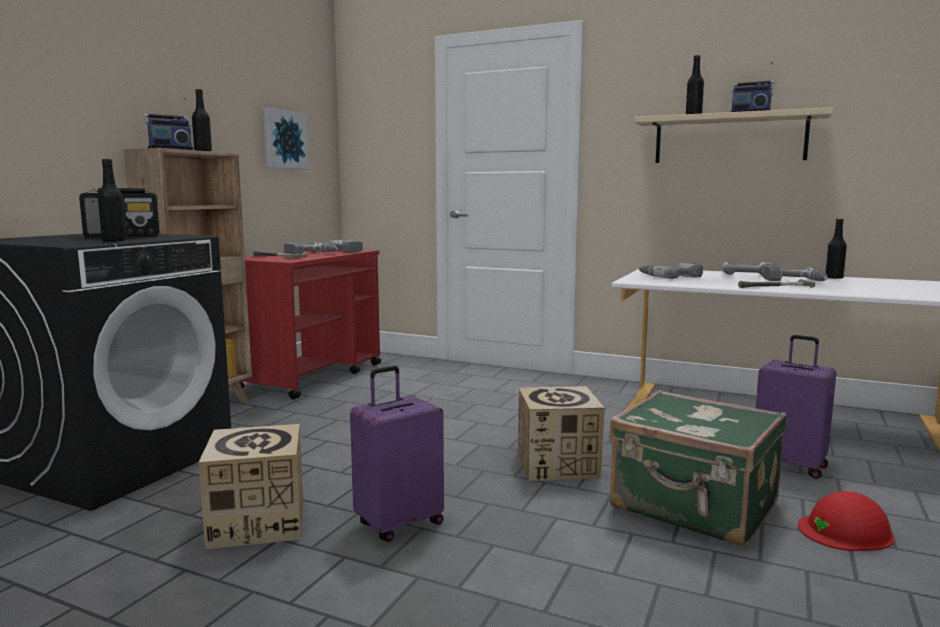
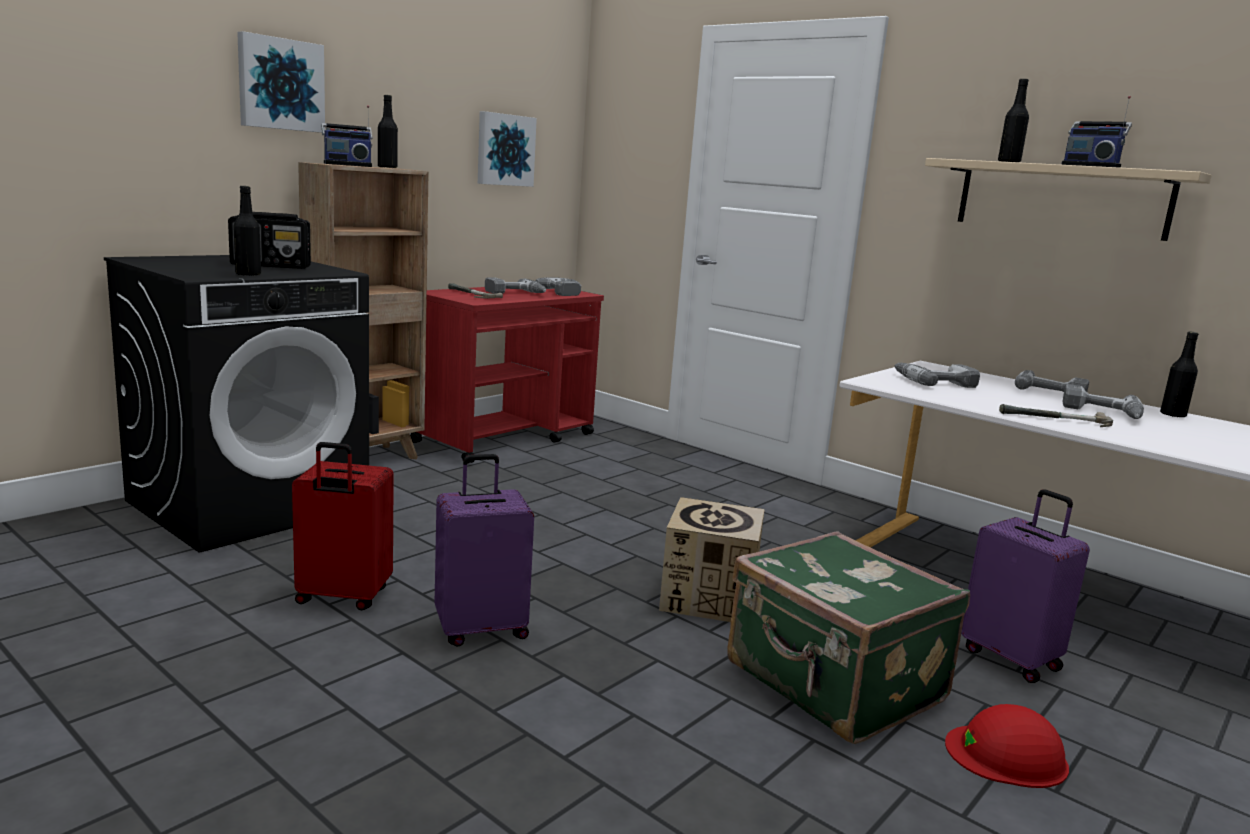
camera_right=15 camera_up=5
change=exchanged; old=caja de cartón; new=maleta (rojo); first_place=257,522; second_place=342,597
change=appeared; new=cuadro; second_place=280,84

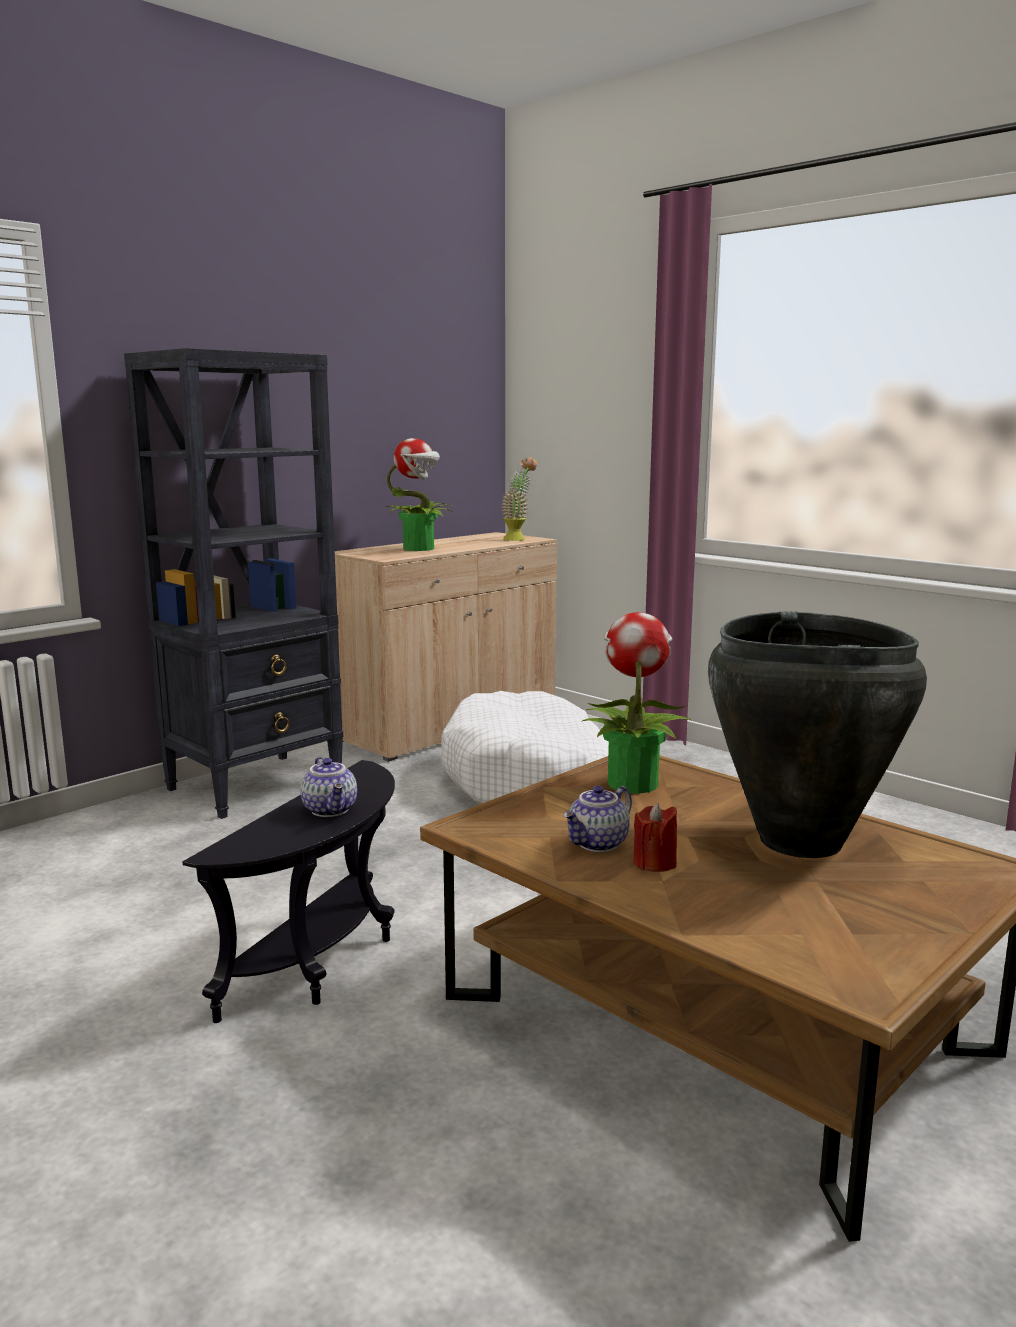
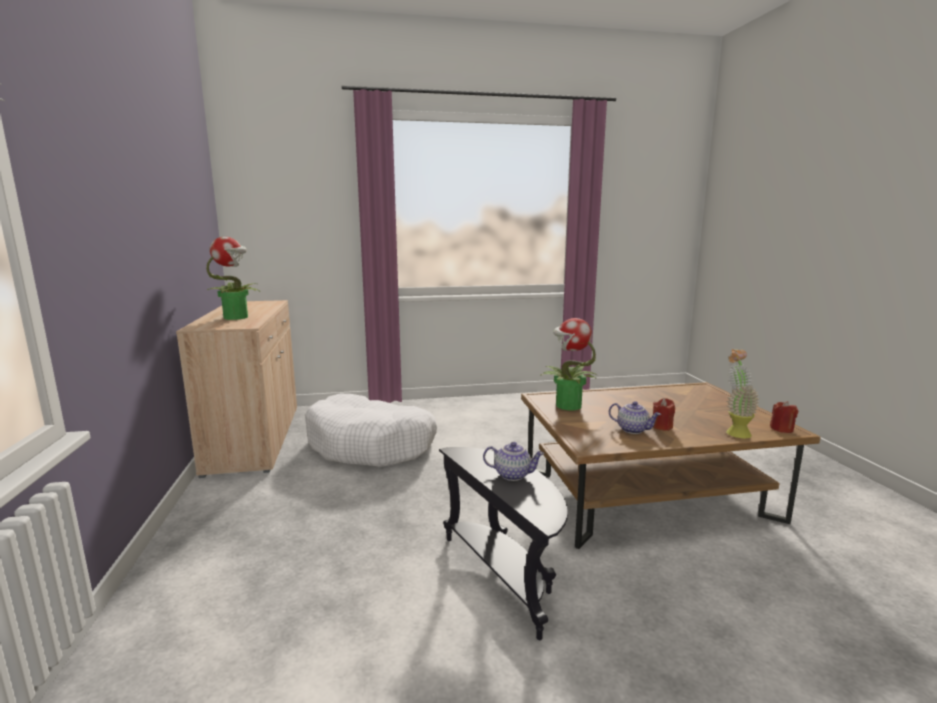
camera_right=-55 camera_up=0
change=missing; old=estantería (negro); first_place=257,785
change=relocated; old=planta en maceta; first_place=518,539; second_place=734,431
change=missing; old=florero (negro); first_place=799,841
change=spun; old=tetera; first_place=598,844; second_place=633,430; degrees=-45
change=appeared; new=vela (rojo); second_place=781,429

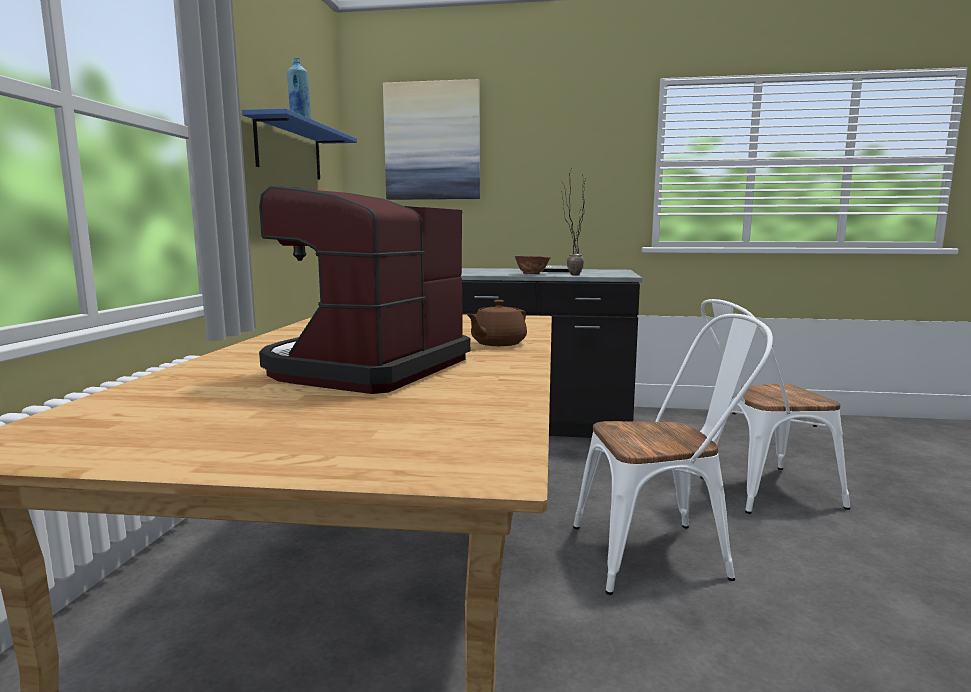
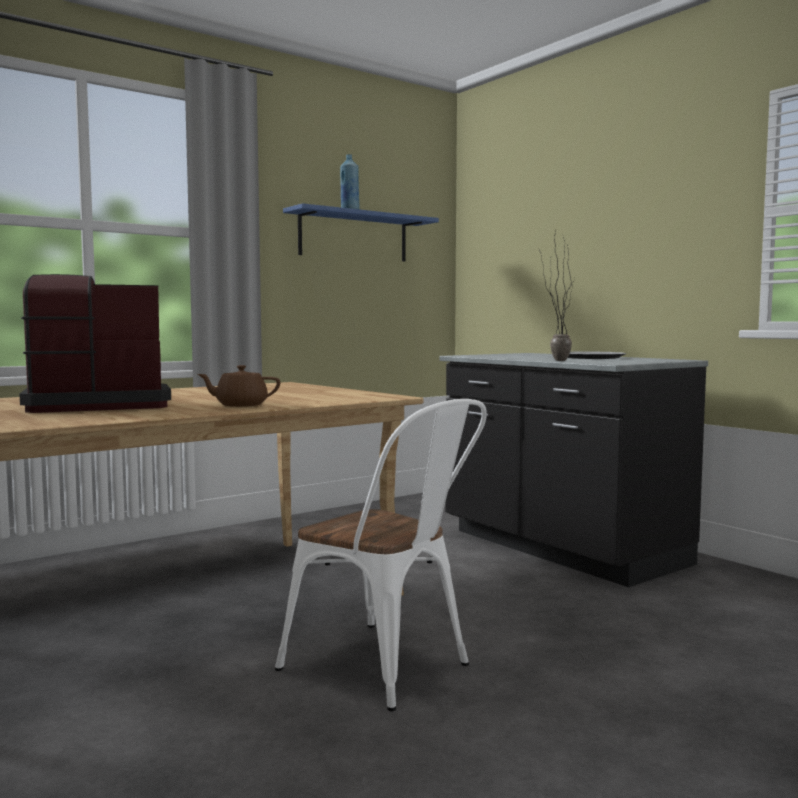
camera_right=45 camera_up=-5
change=missing; old=cuadro; first_place=432,141
change=missing; old=cuenco; first_place=531,274
change=missing; old=silla (blanco); first_place=758,491

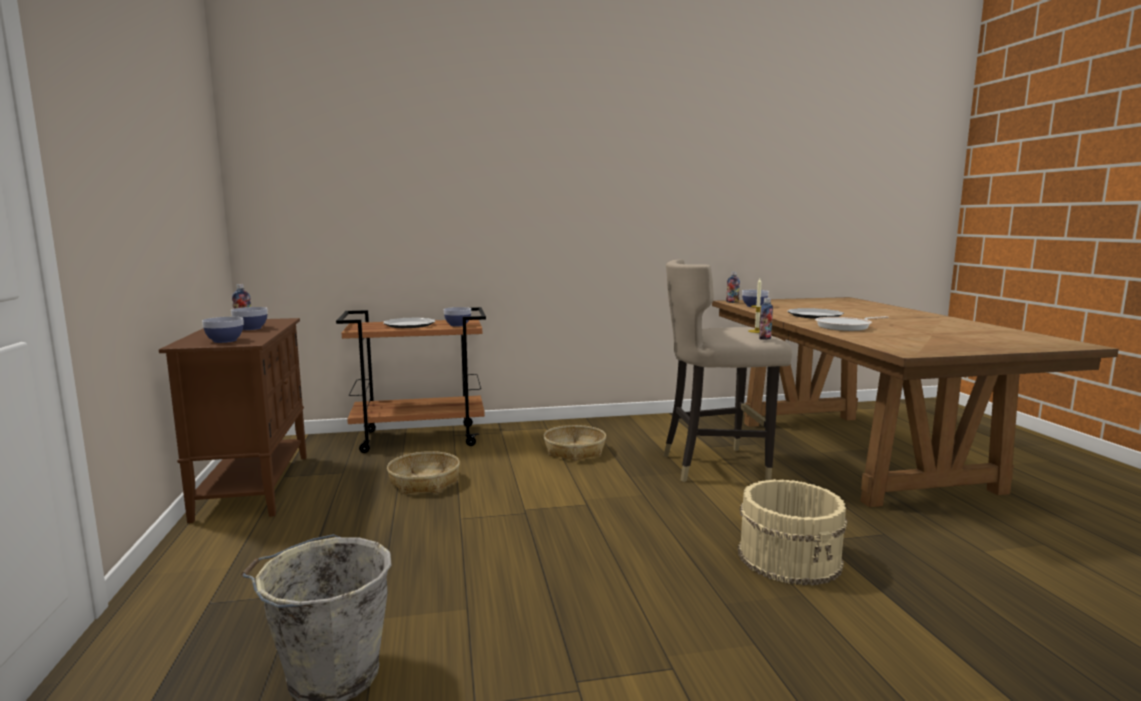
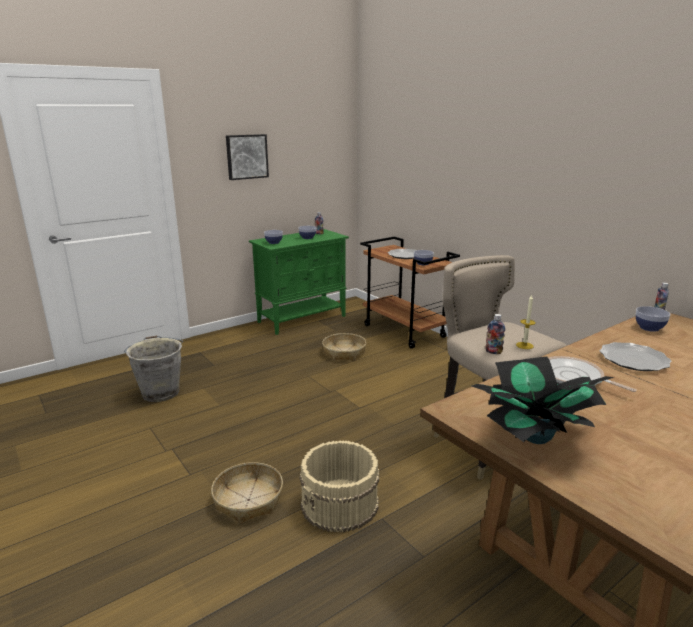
camera_right=65 camera_up=10
change=colour; old=armario (marrón); new=armario (verde); first_place=254,486; second_place=302,319
change=relocated; old=cesta; first_place=574,451; second_place=248,499
change=appeared; new=cuadro; second_place=246,156
change=appeared; new=planta en maceta; second_place=534,437

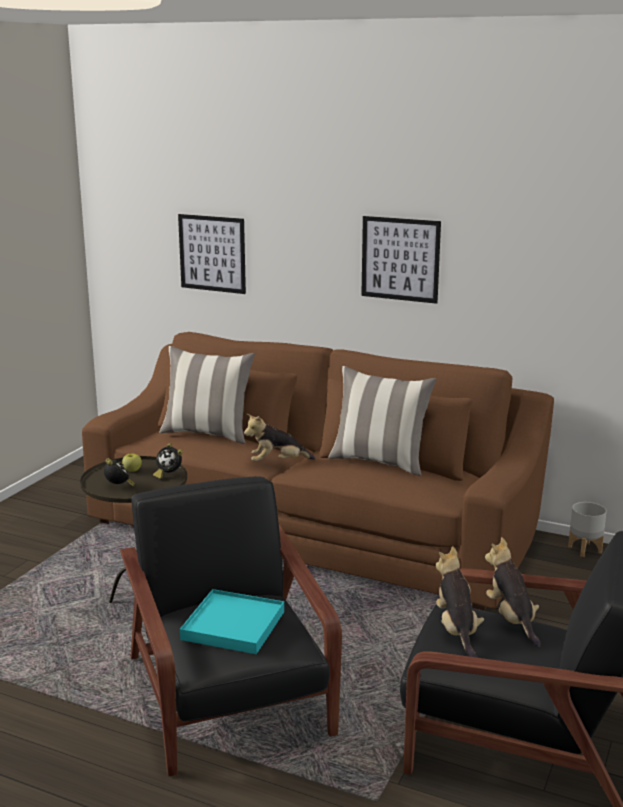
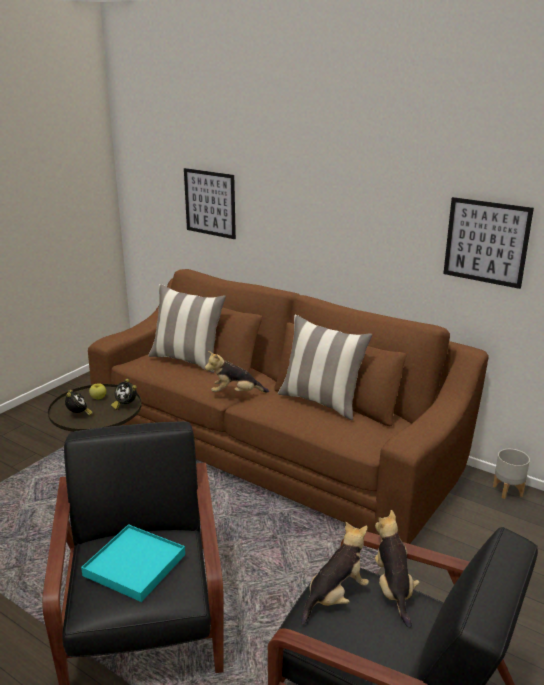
camera_right=10 camera_up=5
change=relocated; old=cuadro; first_place=400,259; second_place=486,242
change=spun; old=peluche; first_place=456,630; second_place=335,597; degrees=45

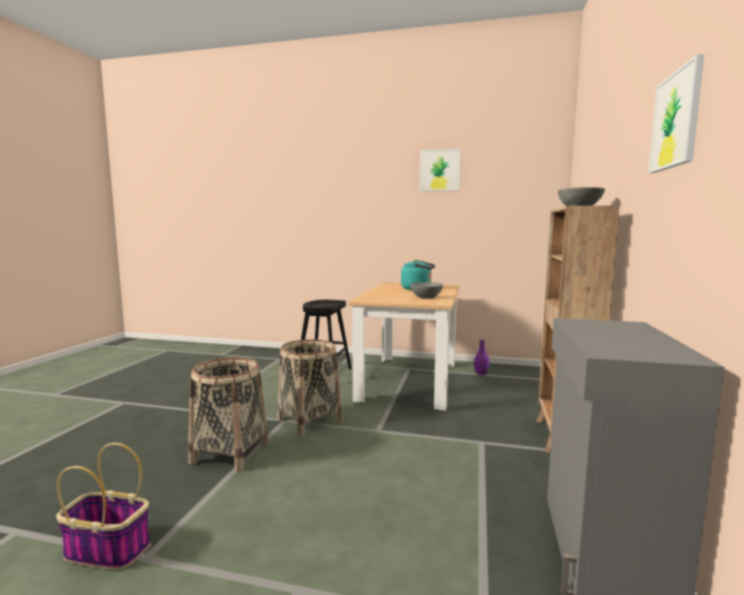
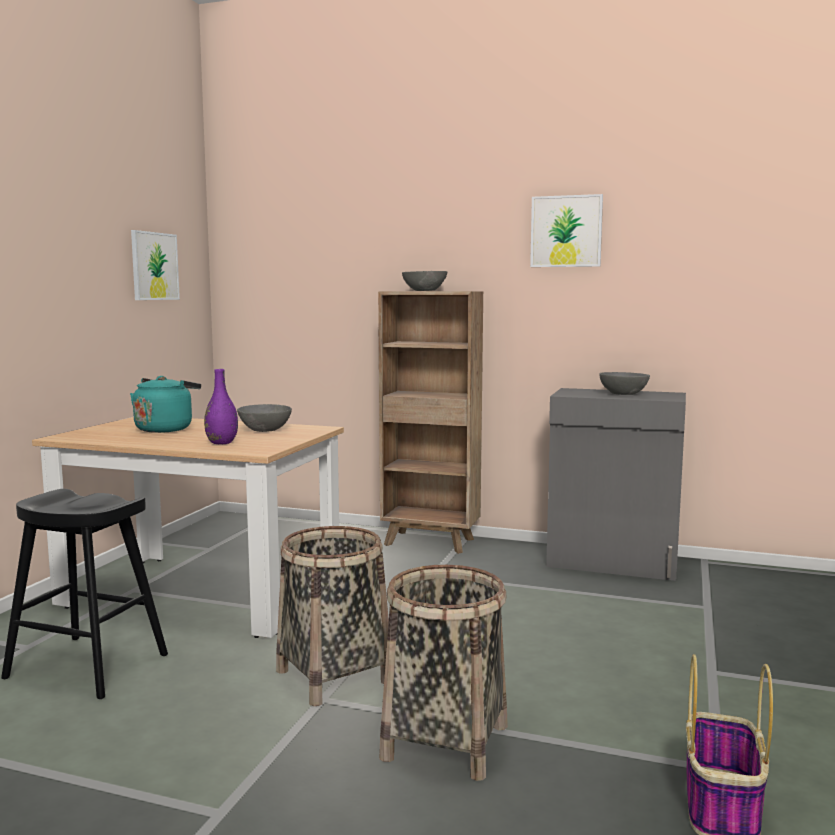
camera_right=-85 camera_up=0
change=relocated; old=cuadro; first_place=440,170; second_place=154,266
change=relocated; old=florero (morado); first_place=481,373; second_place=222,443
change=appeared; new=cuenco (gris); second_place=623,394

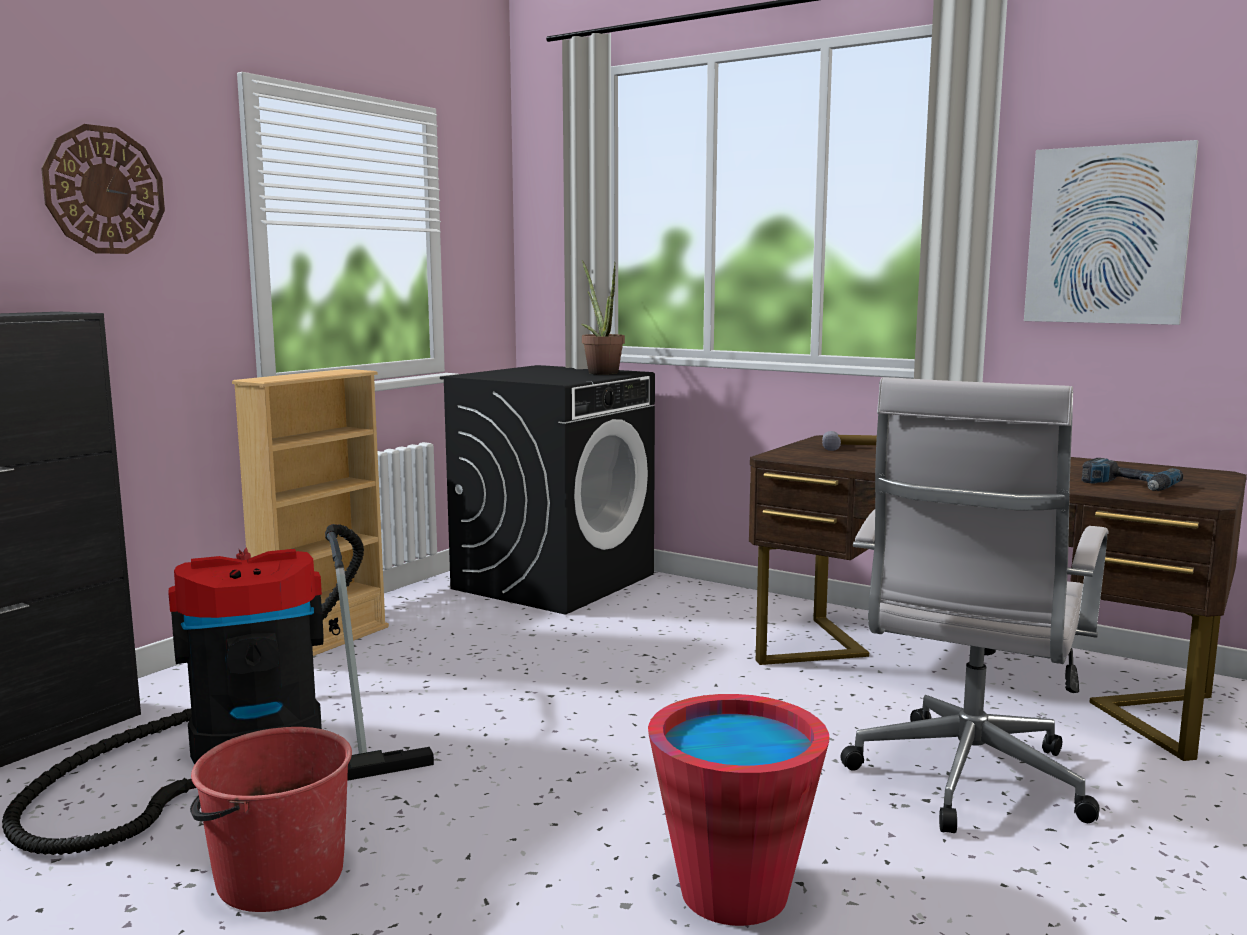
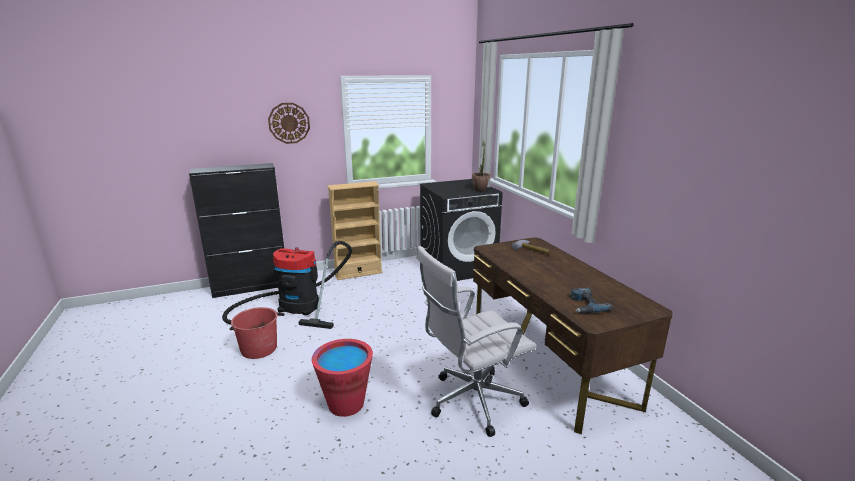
camera_right=35 camera_up=10
change=missing; old=cuadro; first_place=1107,235

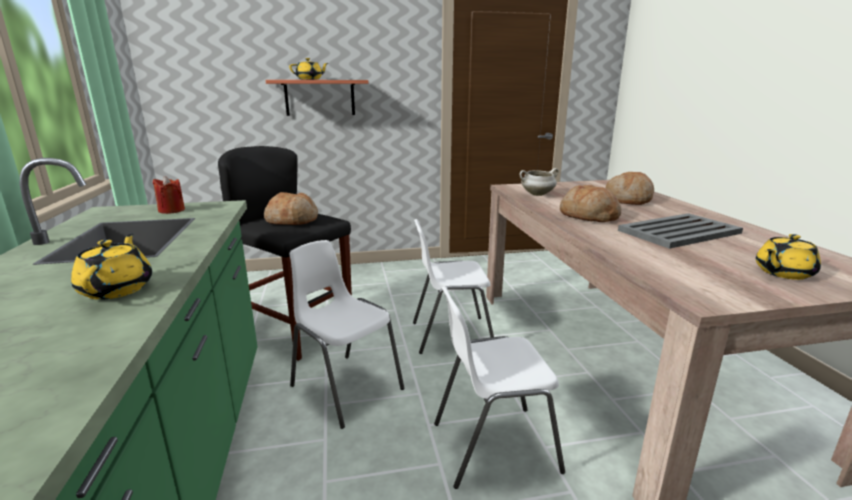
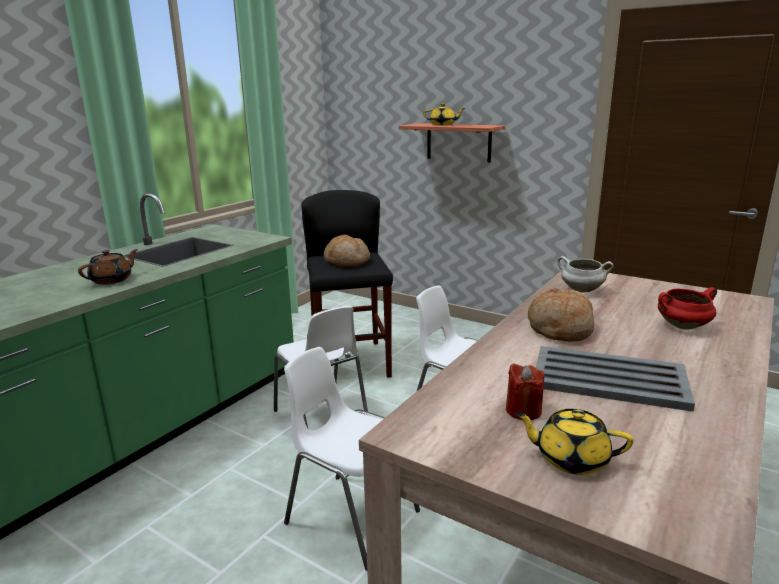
camera_right=45 camera_up=0
change=exchanged; old=pan; new=olla (rojo); first_place=628,200; second_place=682,327
change=relocated; old=vela (rojo); first_place=171,210; second_place=523,411
change=colour; old=tetera (amarillo); new=tetera (marrón); first_place=118,289; second_place=112,280
change=spun; old=silla (blanco); first_place=345,387; second_place=321,419; degrees=150

